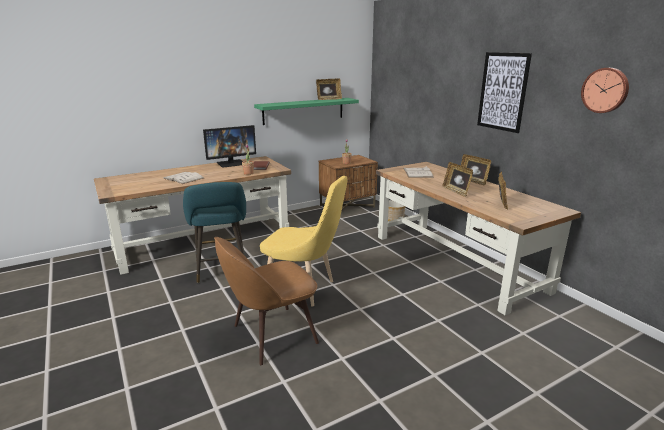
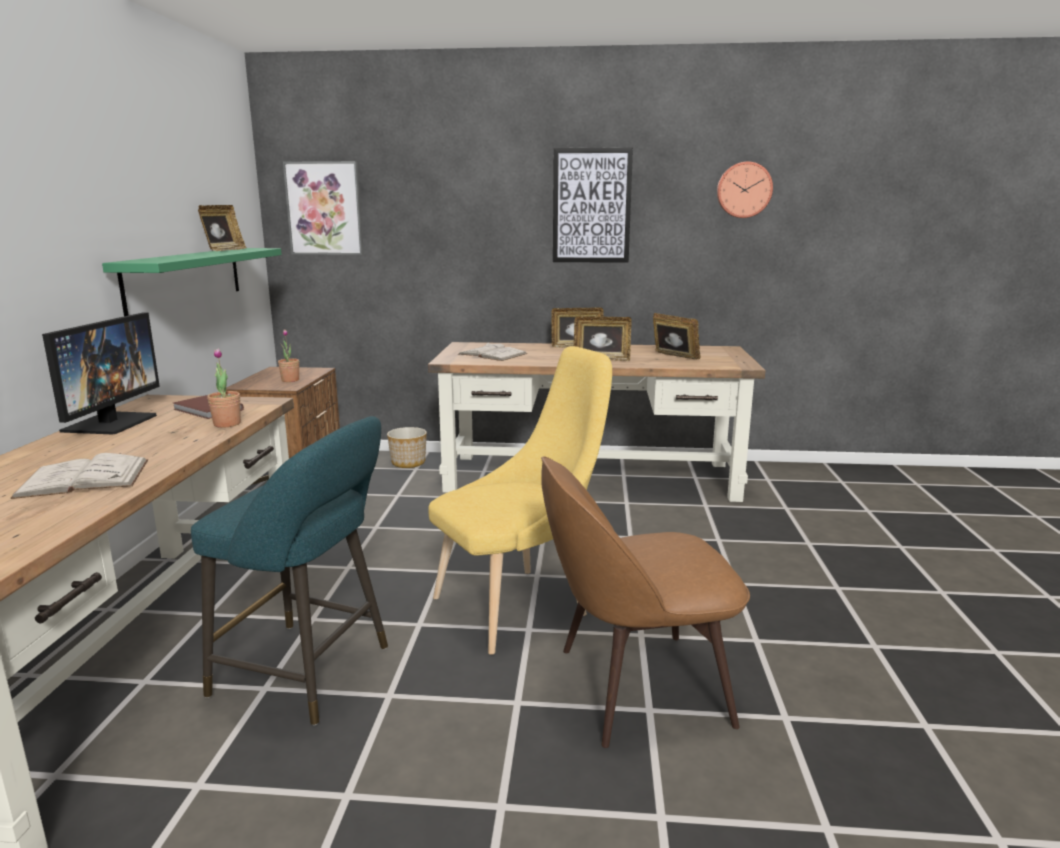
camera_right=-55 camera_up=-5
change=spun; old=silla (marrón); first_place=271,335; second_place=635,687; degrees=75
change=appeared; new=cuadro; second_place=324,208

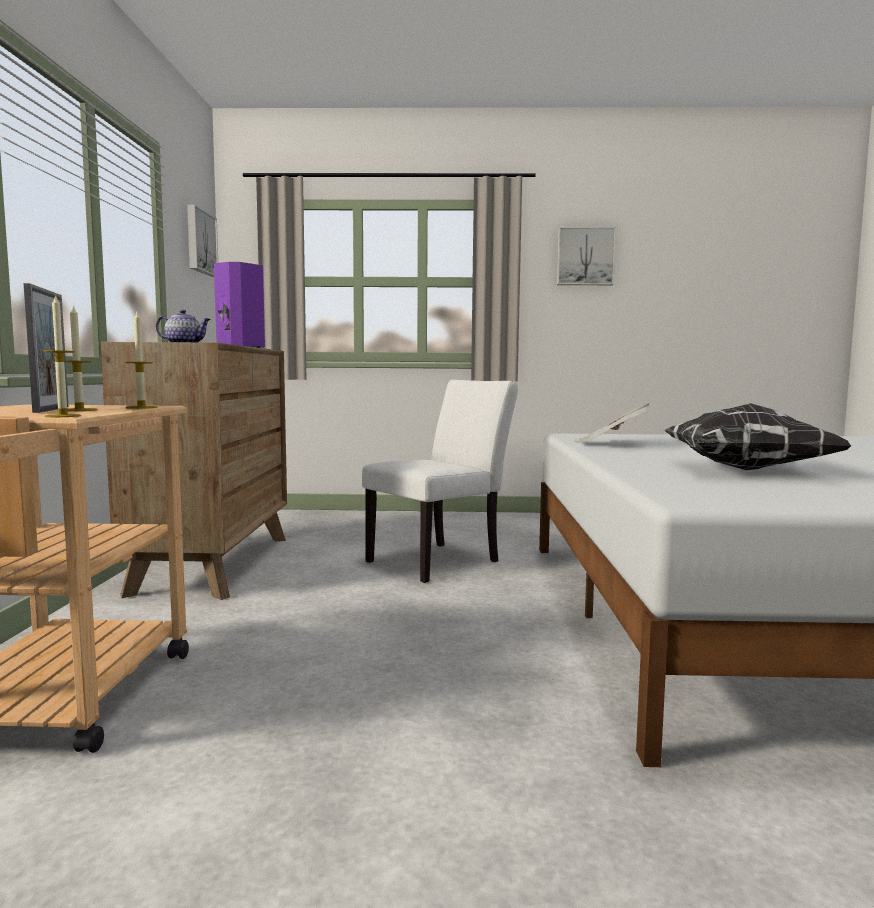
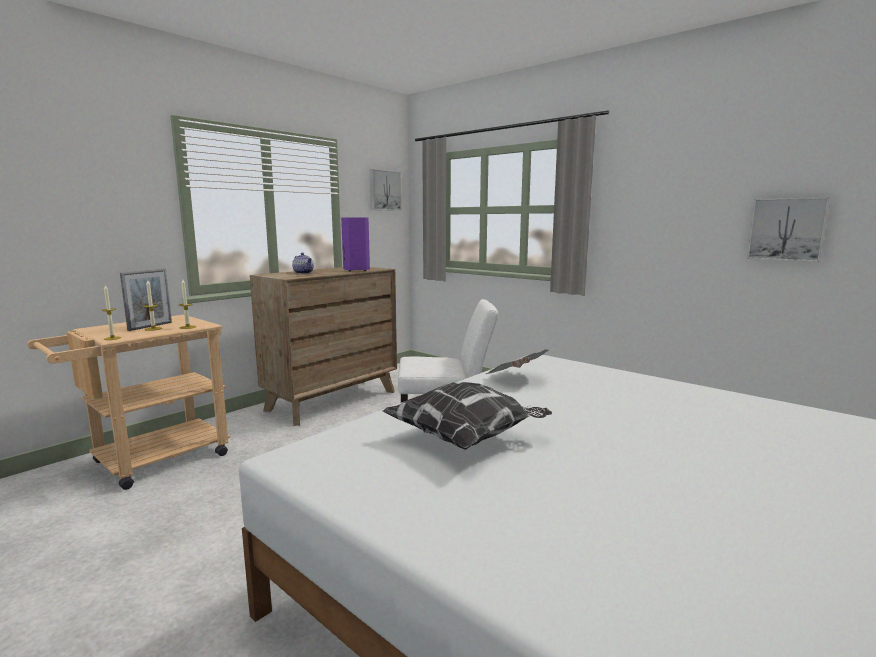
camera_right=40 camera_up=5
change=relocated; old=cuadro; first_place=585,257; second_place=787,229

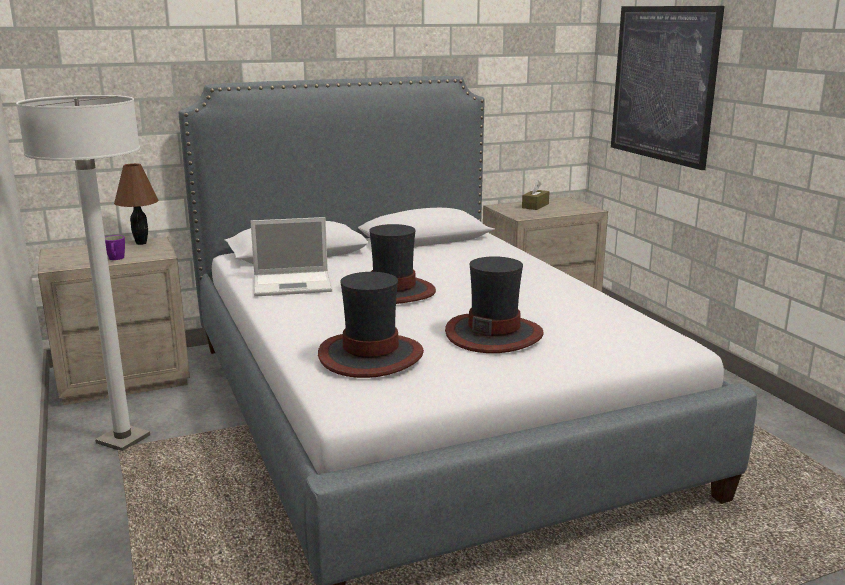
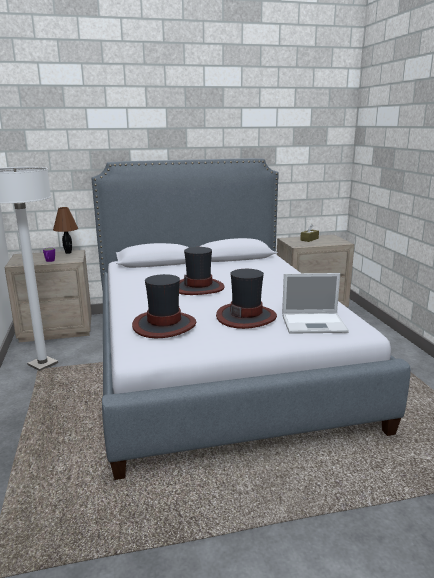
camera_right=10 camera_up=0
change=missing; old=cuadro; first_place=663,84
change=relocated; old=portátil; first_place=294,284; second_place=315,323

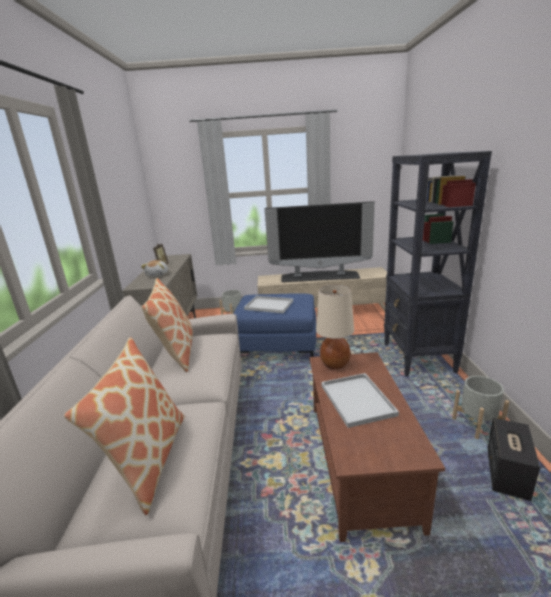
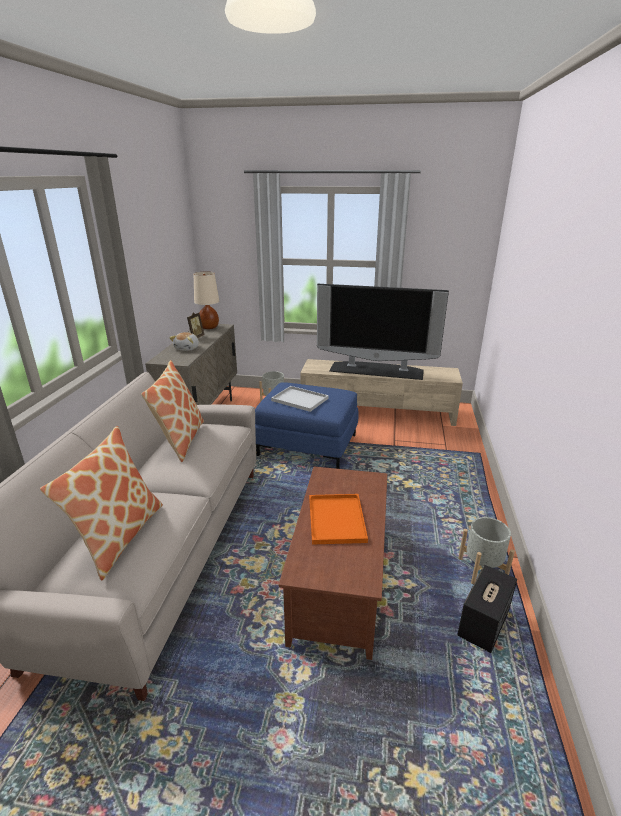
camera_right=10 camera_up=5
change=missing; old=estantería (negro); first_place=418,358
change=relocated; old=lámpara de mesa (beis); first_place=335,364; second_place=209,327
change=colour; old=bandeja (blanco); new=bandeja (naranja); first_place=355,399; second_place=335,518

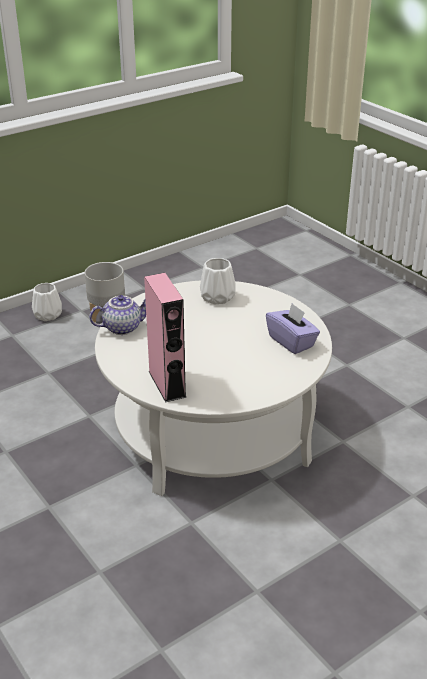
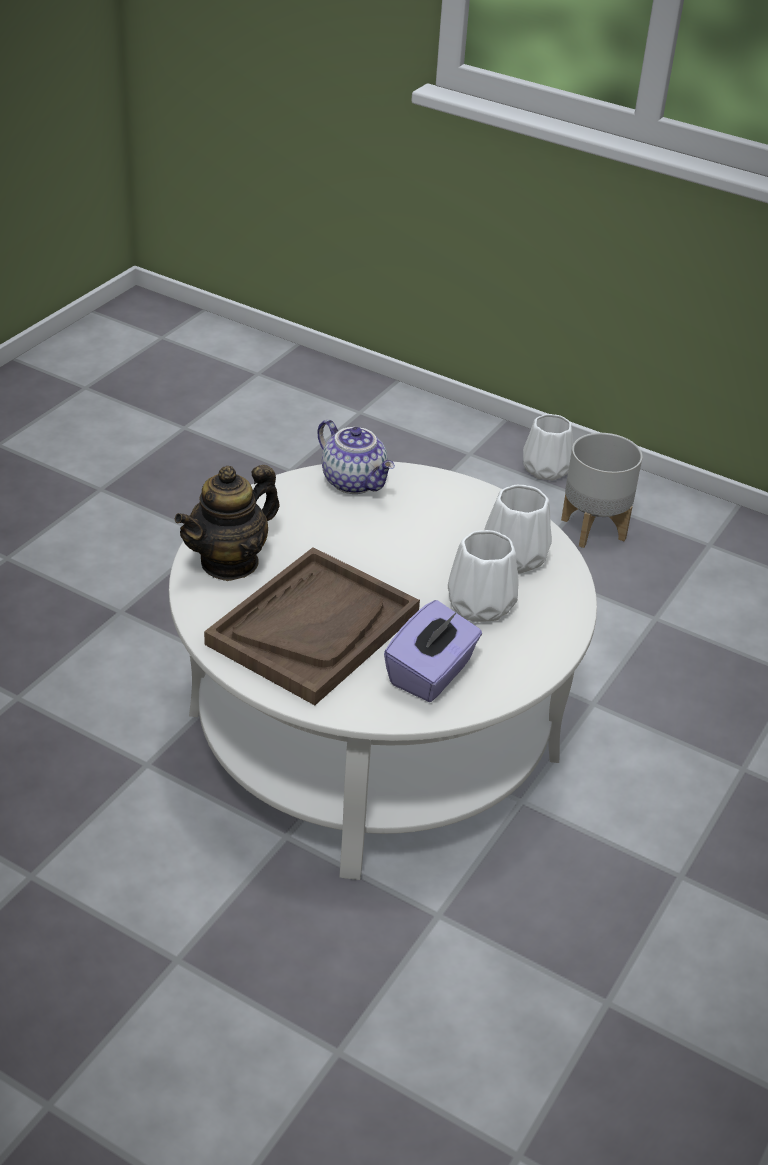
camera_right=65 camera_up=5
change=exchanged; old=altavoz (rosa); new=tetera; first_place=167,384; second_place=230,562
change=appeared; new=florero (blanco); second_place=481,606
change=appeared; new=bandeja (marrón); second_place=313,628

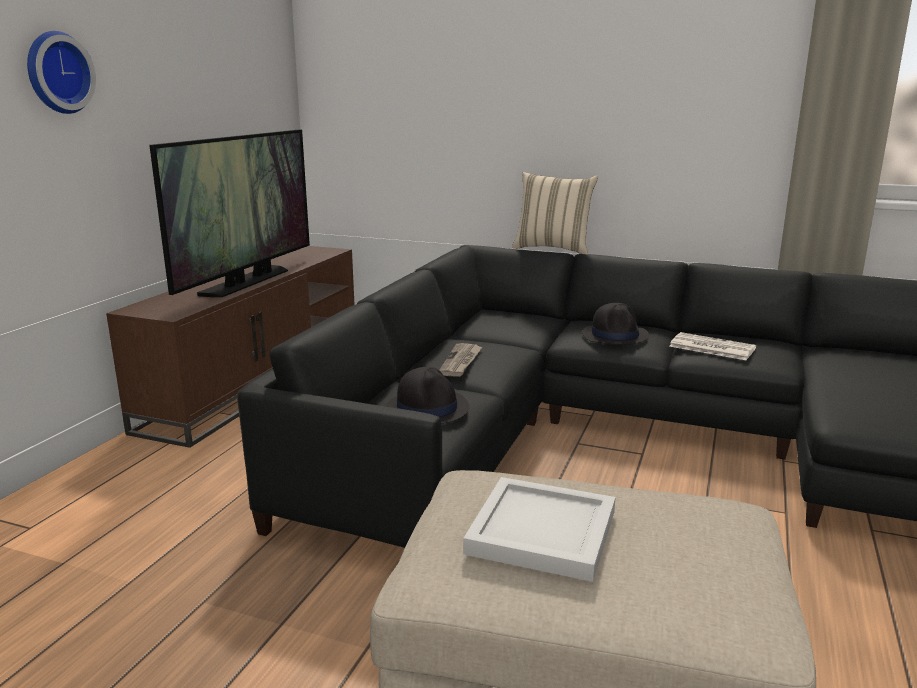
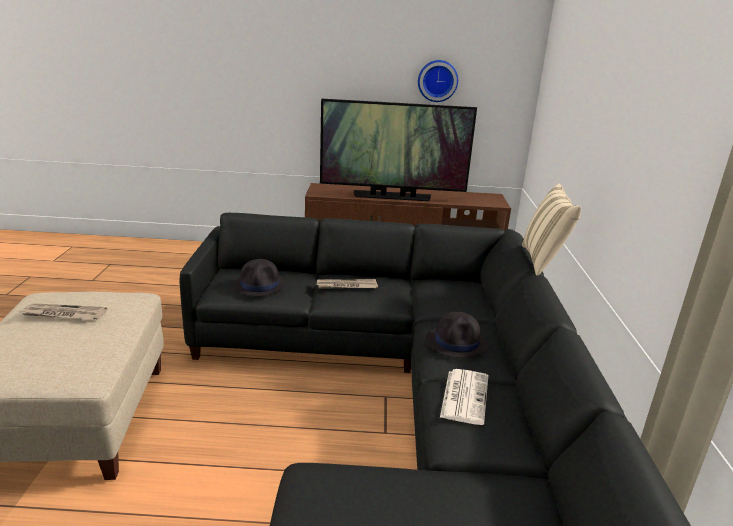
camera_right=70 camera_up=5
change=relocated; old=reloj de pared; first_place=56,73; second_place=437,80
change=exchanged; old=bandeja (blanco); new=periódico; first_place=543,533; second_place=63,314

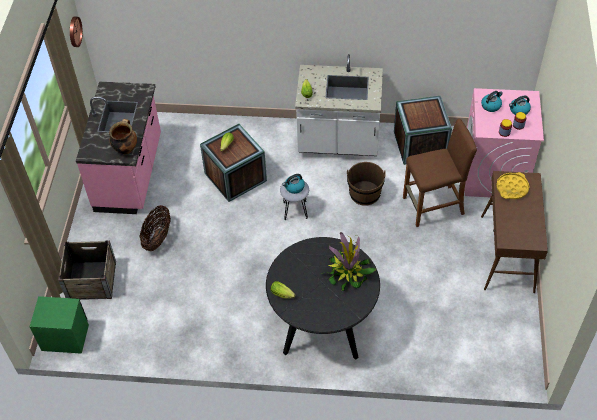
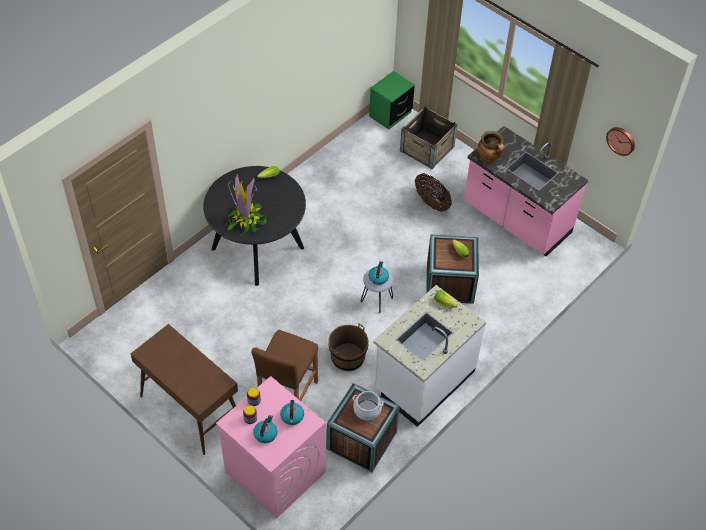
camera_right=125 camera_up=0
change=missing; old=bandeja (amarillo); first_place=512,188
change=appeared; new=olla; second_place=367,410

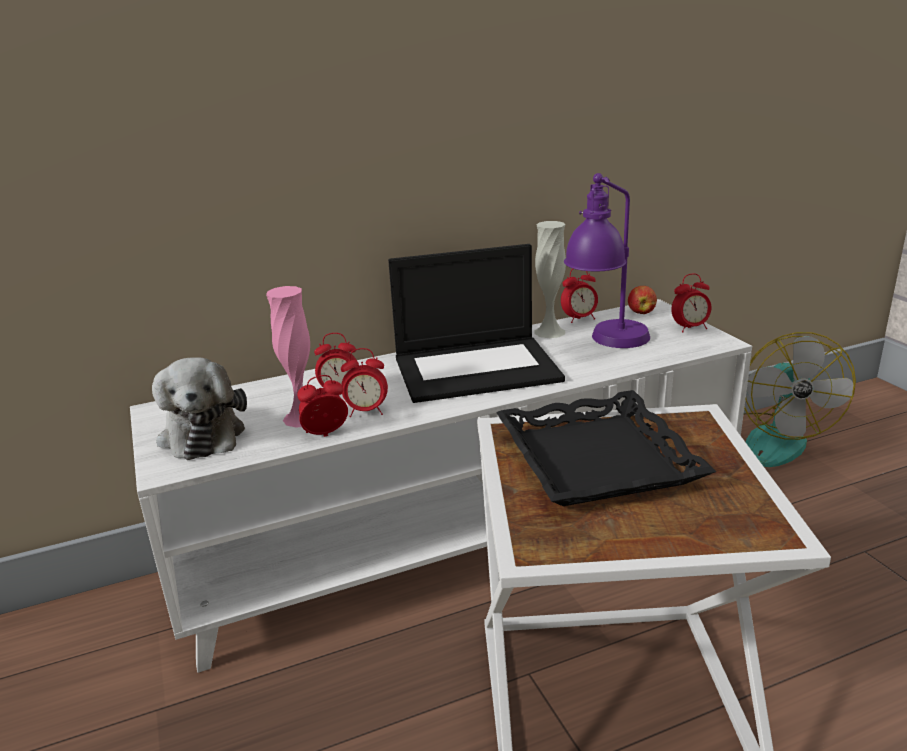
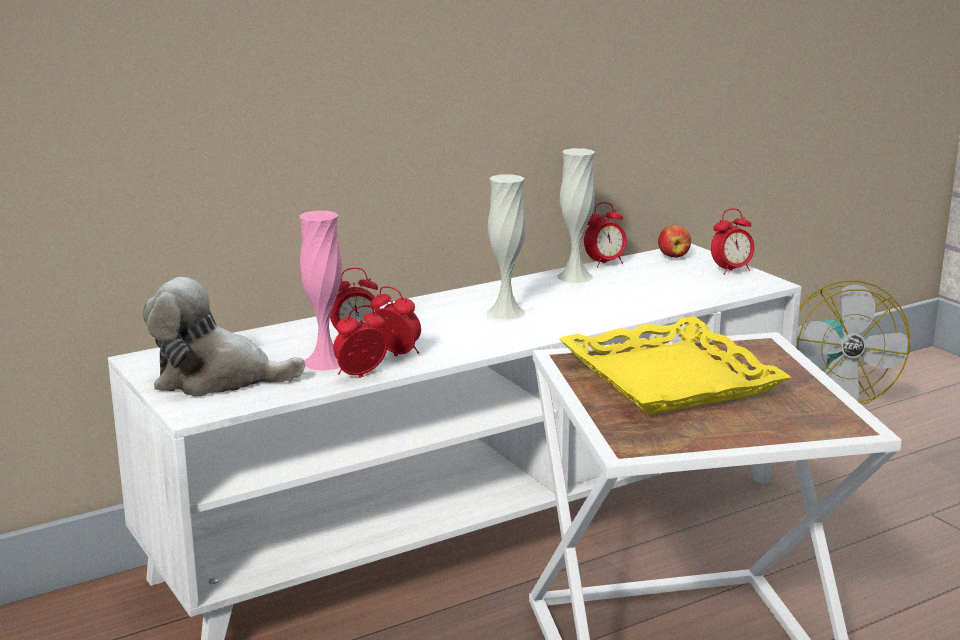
camera_right=-10 camera_up=-5
change=missing; old=lámpara de mesa (morado); first_place=607,345
change=exchanged; old=portátil; new=florero (blanco); first_place=477,368; second_place=505,312
change=spun; old=despertador; first_place=366,412; second_place=396,354; degrees=-135
change=spun; old=peluche; first_place=202,433; second_place=216,379; degrees=120
change=colour; old=bandeja (negro); new=bandeja (amarillo); first_place=595,459; second_place=667,379

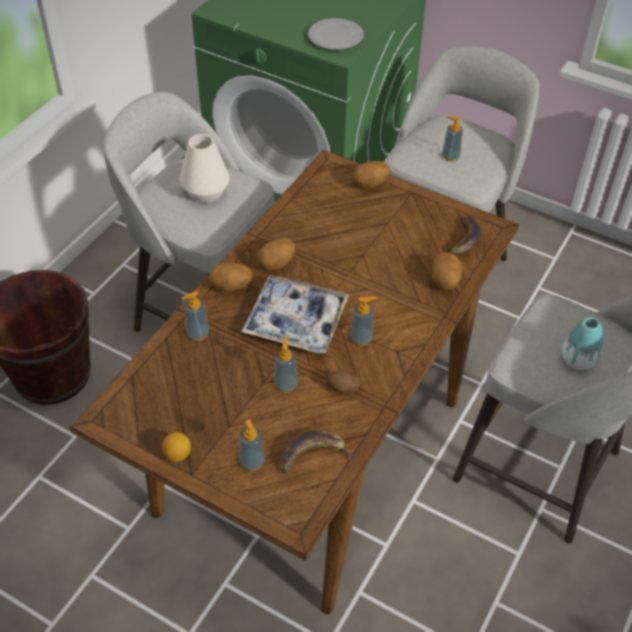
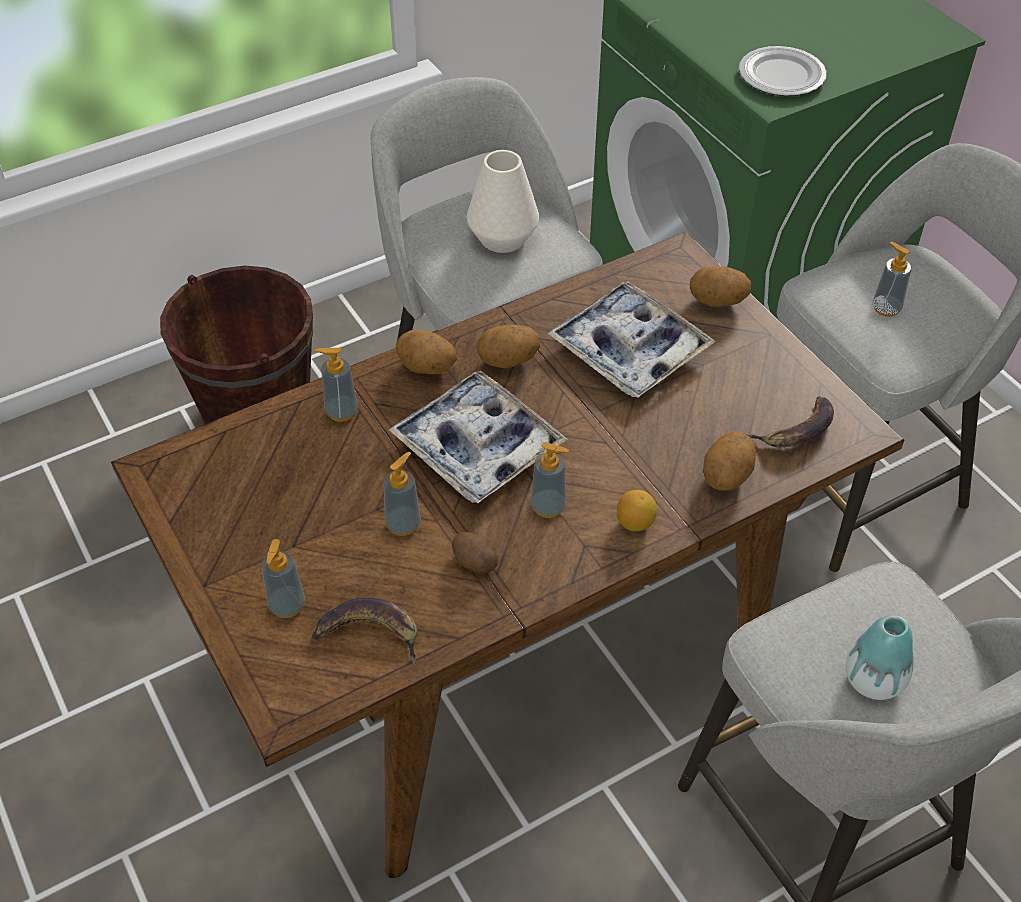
camera_right=30 camera_up=0
change=relocated; old=limón; first_place=177,454; second_place=635,523
change=appeared; new=bandeja; second_place=629,350

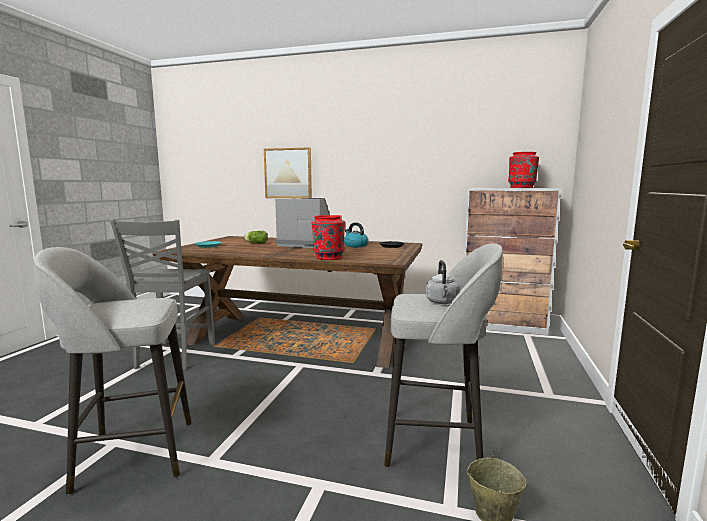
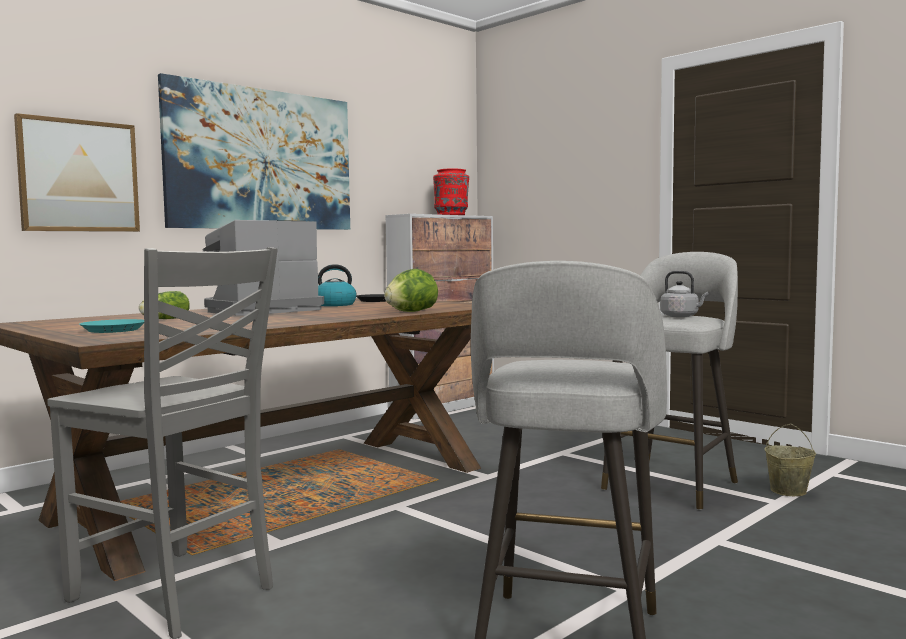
camera_right=-60 camera_up=-5
change=exchanged; old=florero (rojo); new=lechuga; first_place=328,257; second_place=411,311
change=appeared; new=cuadro; second_place=262,160

